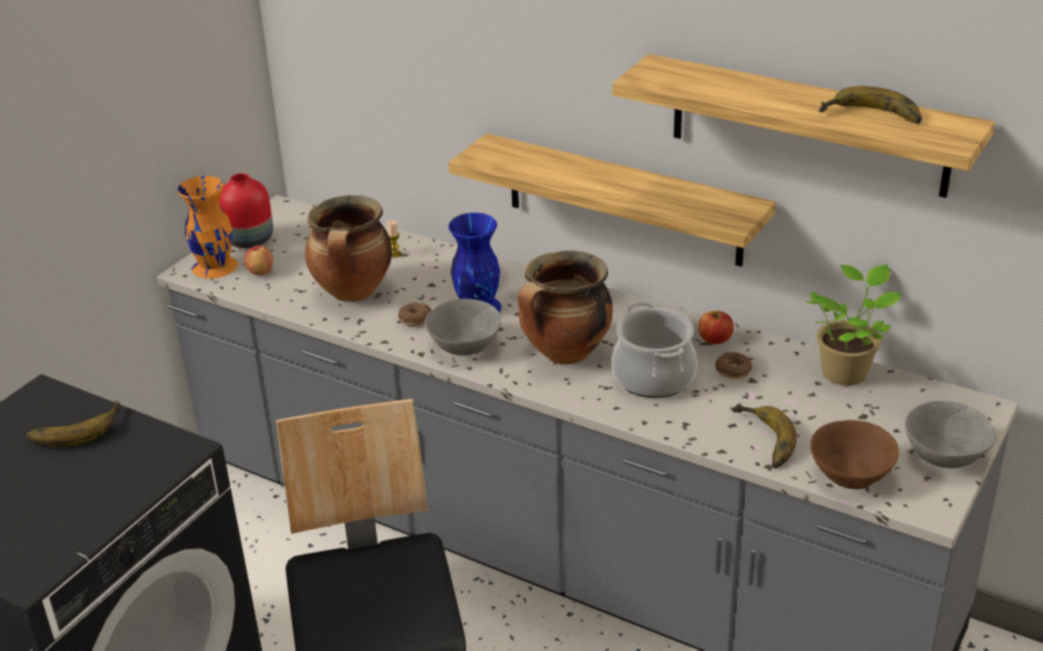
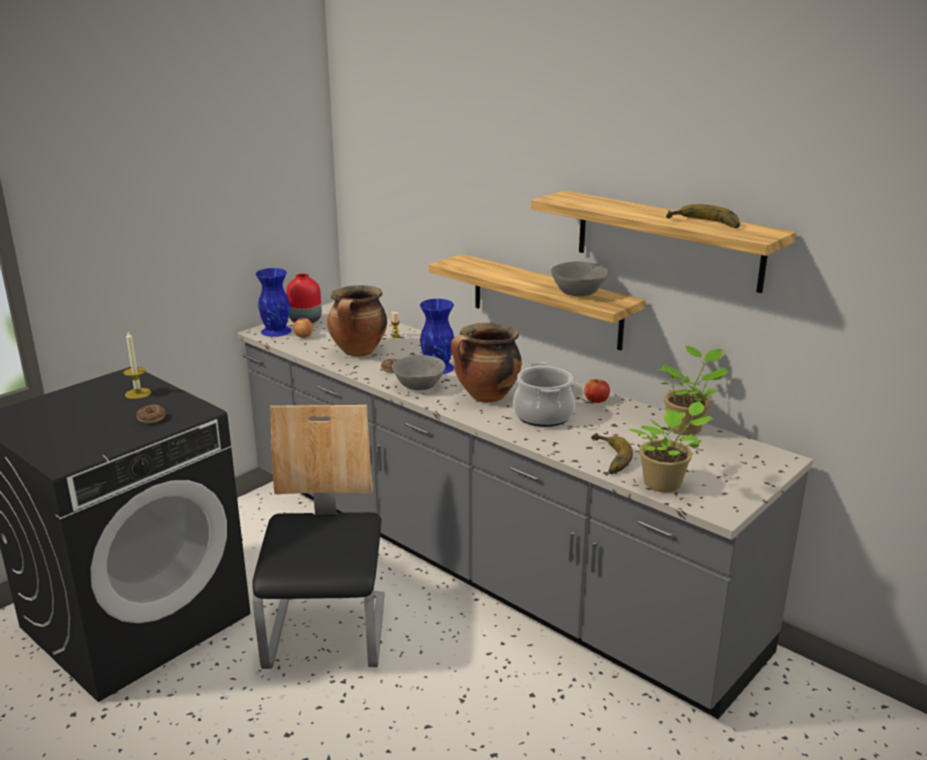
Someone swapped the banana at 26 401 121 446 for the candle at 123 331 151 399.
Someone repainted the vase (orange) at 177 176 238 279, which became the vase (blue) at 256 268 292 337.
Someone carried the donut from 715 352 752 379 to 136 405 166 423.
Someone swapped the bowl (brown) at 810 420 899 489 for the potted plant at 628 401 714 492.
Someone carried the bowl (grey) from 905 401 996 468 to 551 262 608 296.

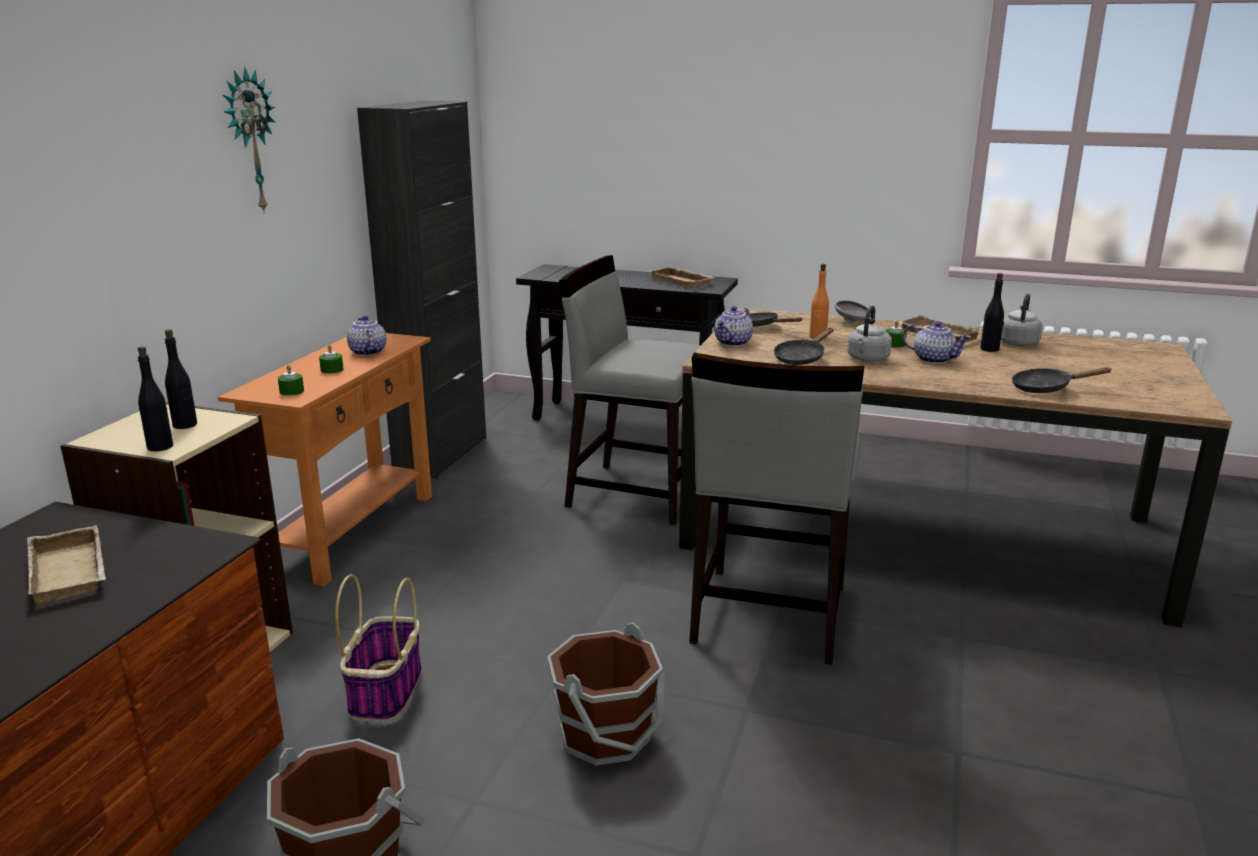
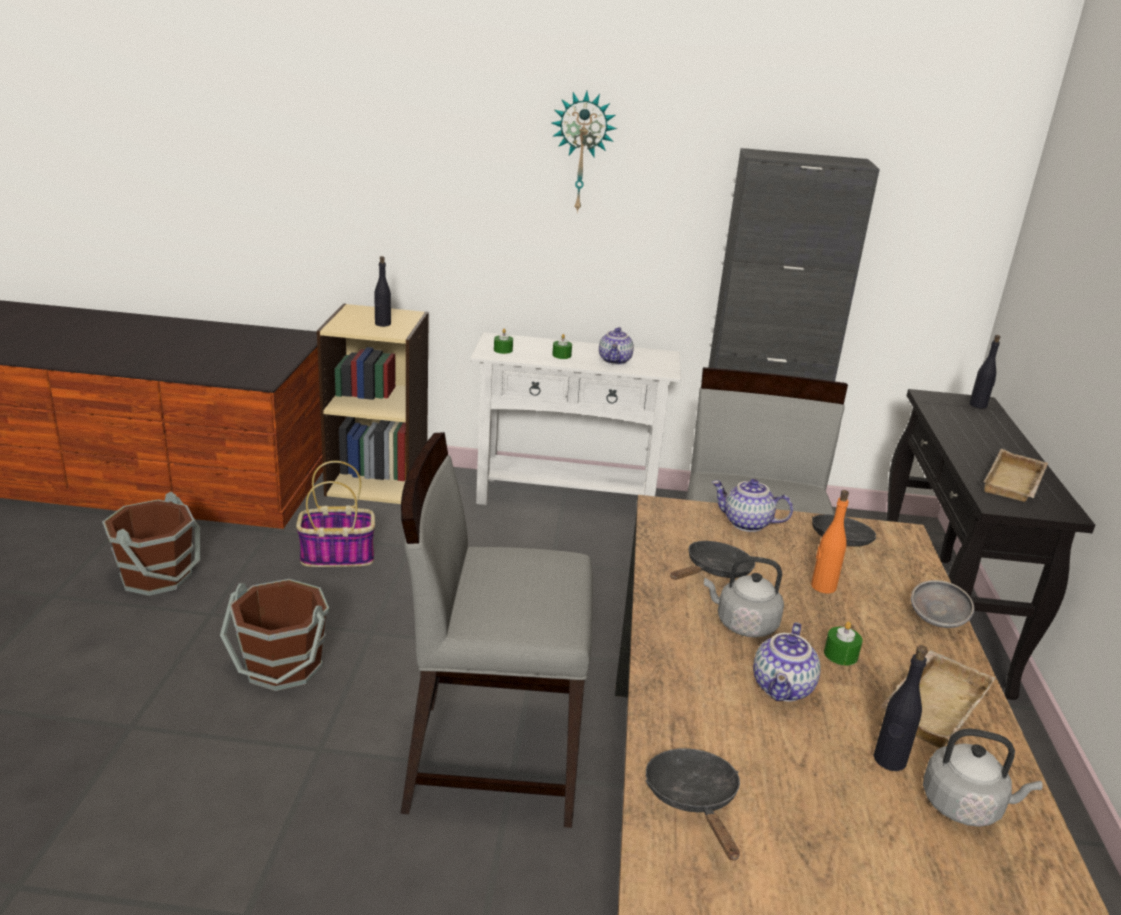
Someone took away the tray (beige) at 27 525 106 606.
Someone carried the bottle (black) from 138 346 173 451 to 969 335 1000 409.
Someone repainted the console table (orange) at 218 333 432 587, which became the console table (white) at 470 332 681 505.
Someone rotated the teapot at 347 316 386 356 by 135 degrees clockwise.
Someone rotated the frying pan (black) at 774 328 833 365 by 105 degrees clockwise.

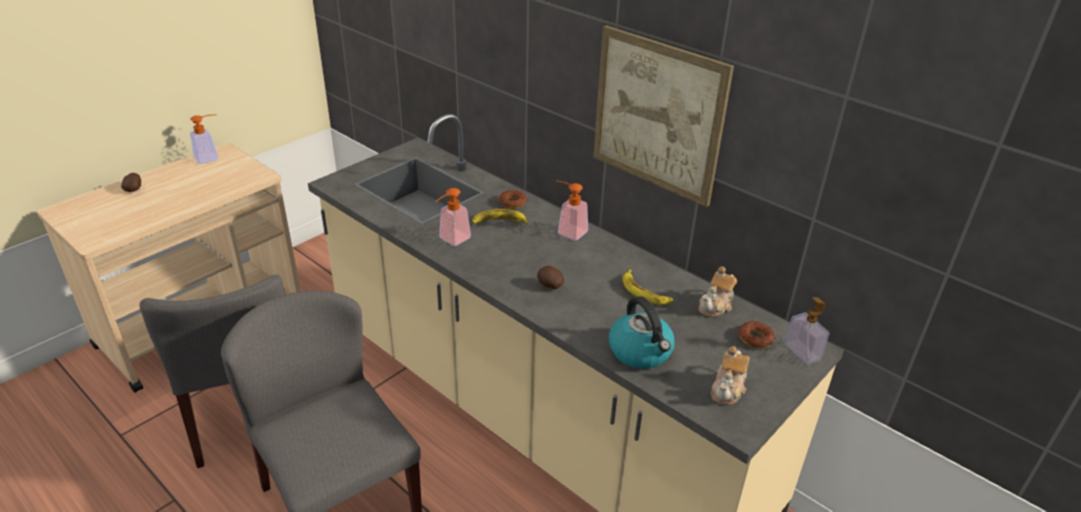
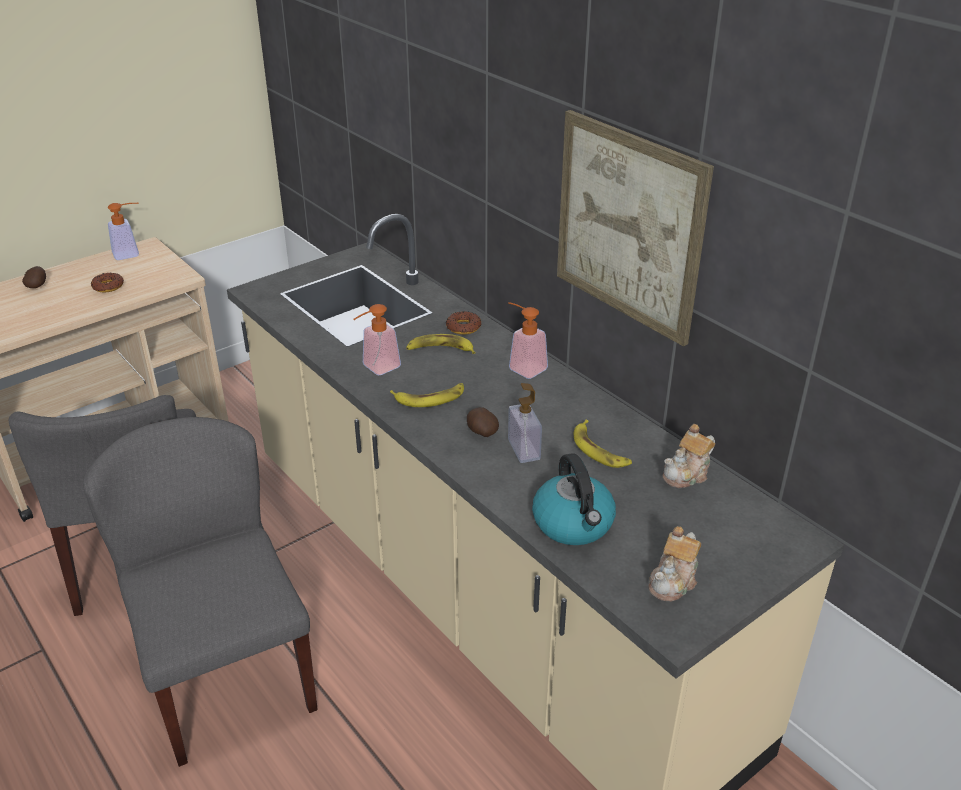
Someone carried the donut from 737 321 775 348 to 91 273 124 293.
Someone carried the soap dispenser from 784 297 829 365 to 508 383 542 463.
Someone put down the banana at 390 383 464 407.

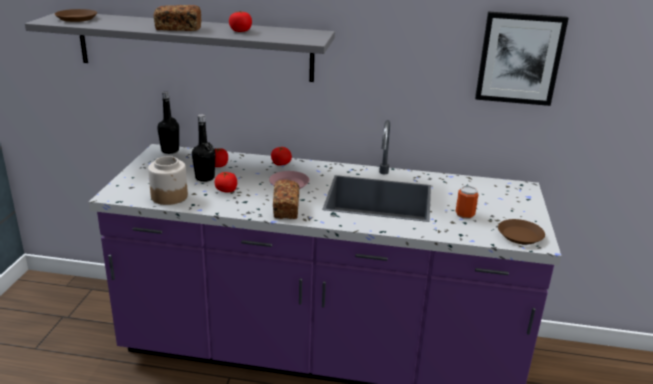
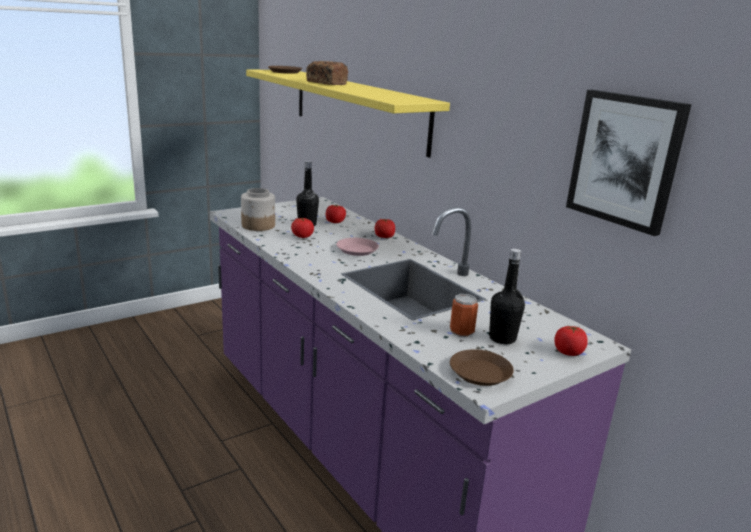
Someone repainted the shelf (grey) at 25 13 335 82, which became the shelf (yellow) at 246 70 450 158.
Someone carried the bottle (black) from 157 91 179 154 to 489 248 525 344.
Someone carried the tomato from 229 11 252 32 to 554 326 588 356.
Someone took away the bread at 273 179 299 219.

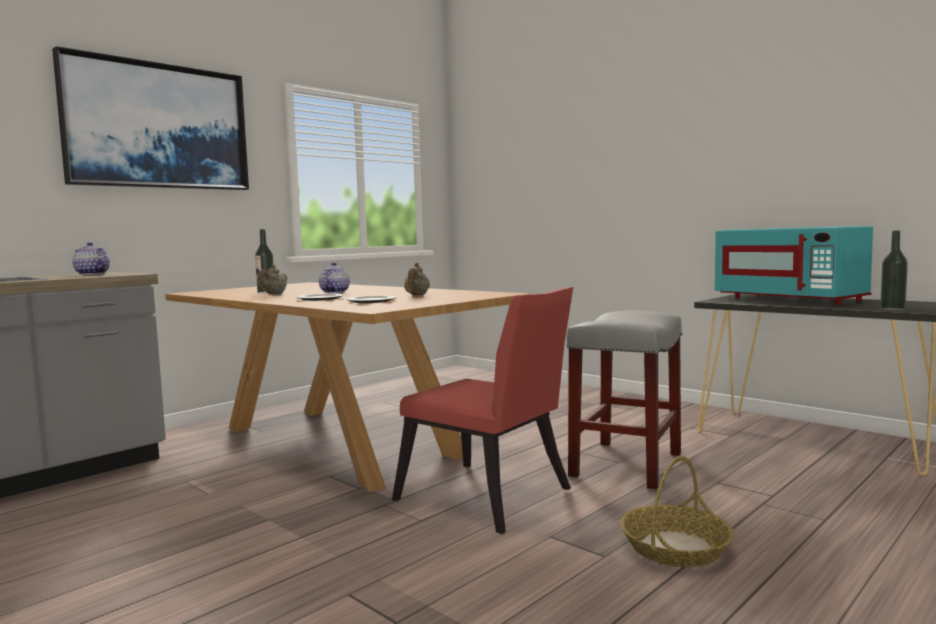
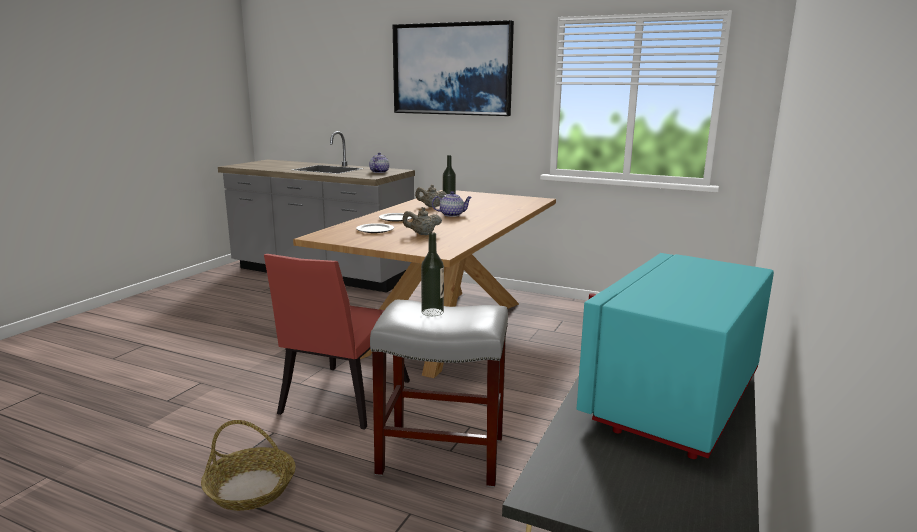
Someone carried the bottle from 880 230 908 311 to 421 232 444 316.

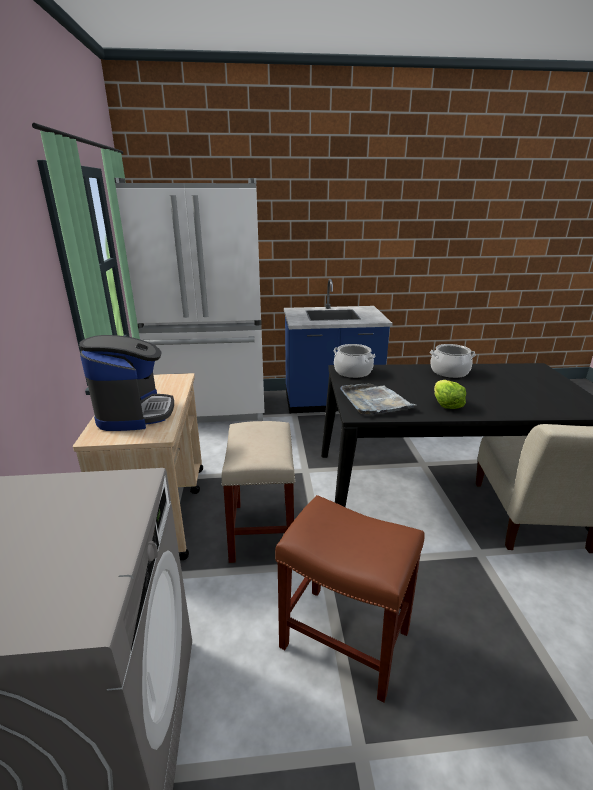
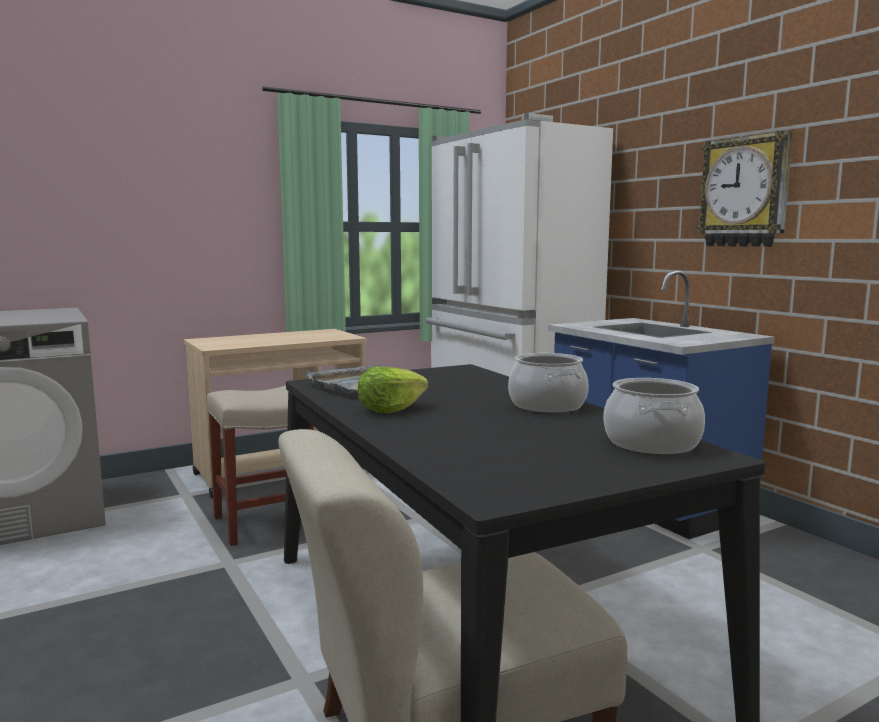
Someone took away the coffee machine at 79 335 174 431.
Someone took away the stool (brown) at 275 495 425 703.
Someone carried the cooking pot from 333 344 376 378 to 604 378 705 454.
Someone put up the wall clock at 696 131 793 247.

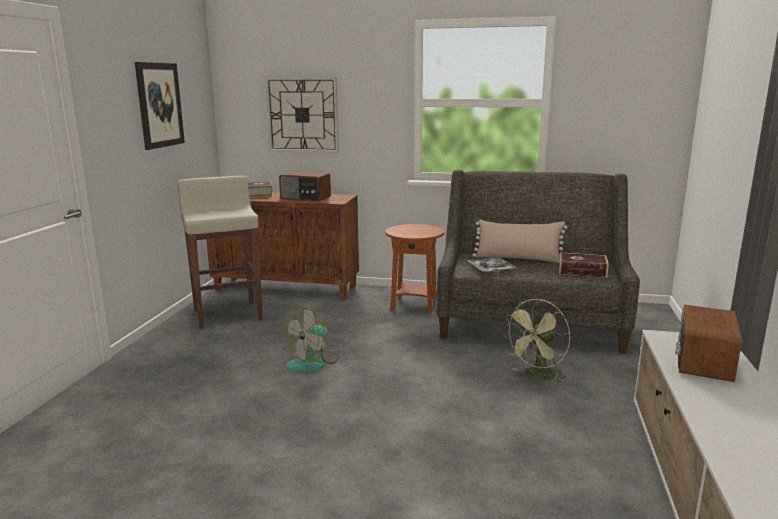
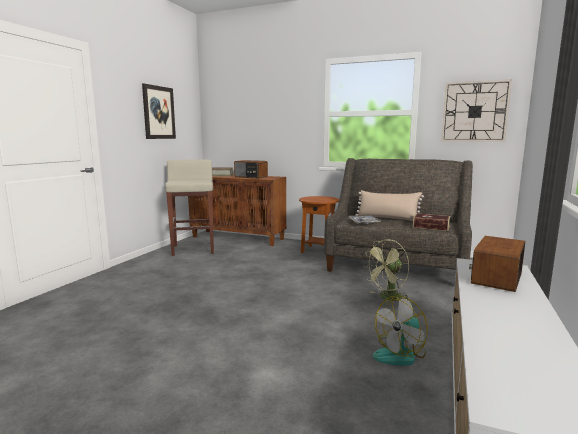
Someone carried the wall clock from 265 77 339 153 to 441 79 512 142.
Someone carried the fan from 285 307 339 372 to 373 295 428 366.

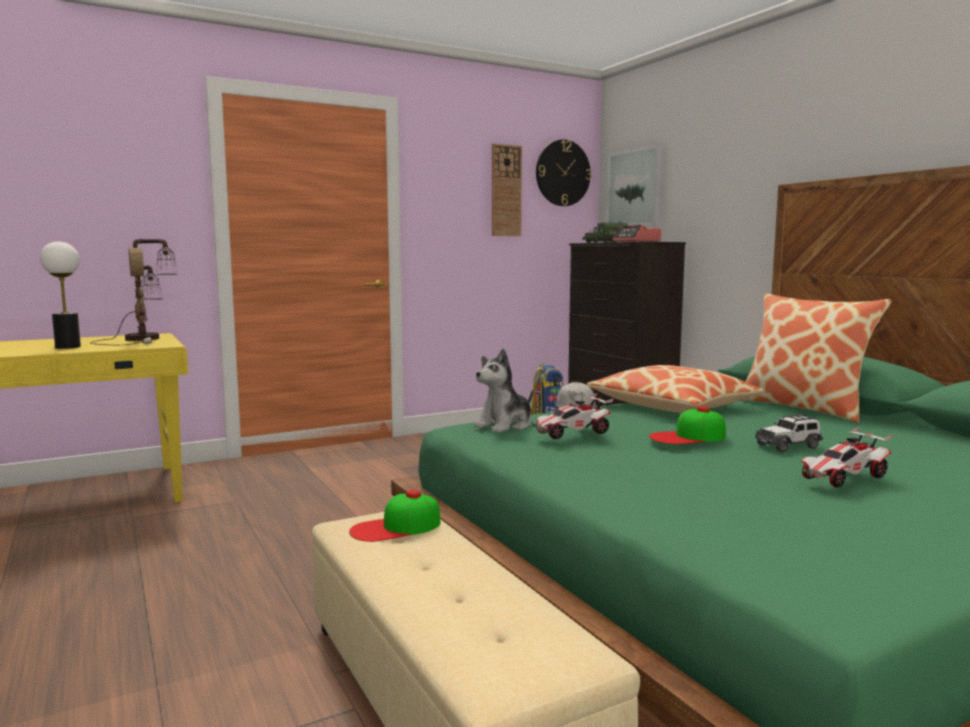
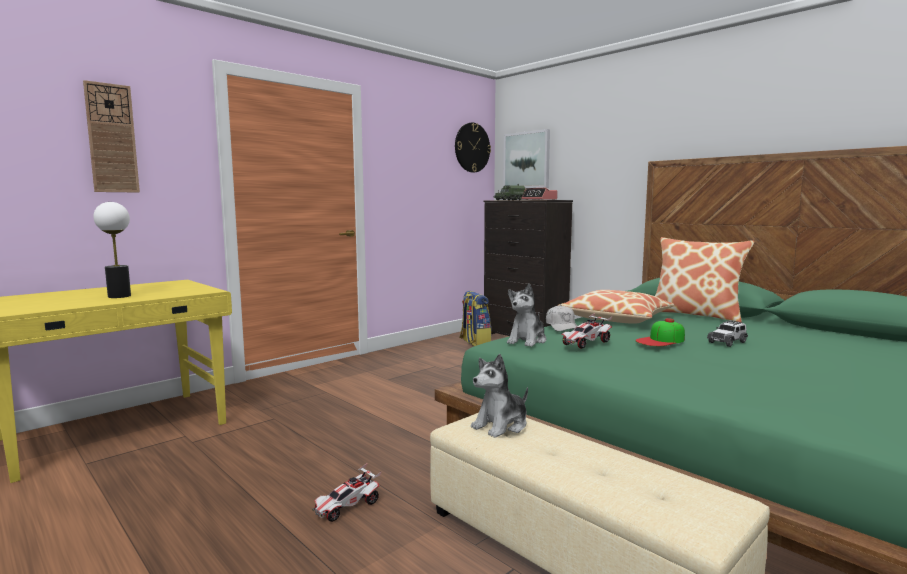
Someone took away the table lamp at 91 239 178 345.
Someone swapped the cap at 349 490 441 542 for the plush toy at 471 354 528 438.
Someone carried the wall clock from 492 144 522 236 to 83 80 140 193.
Someone carried the toy car from 801 427 893 488 to 312 464 381 522.

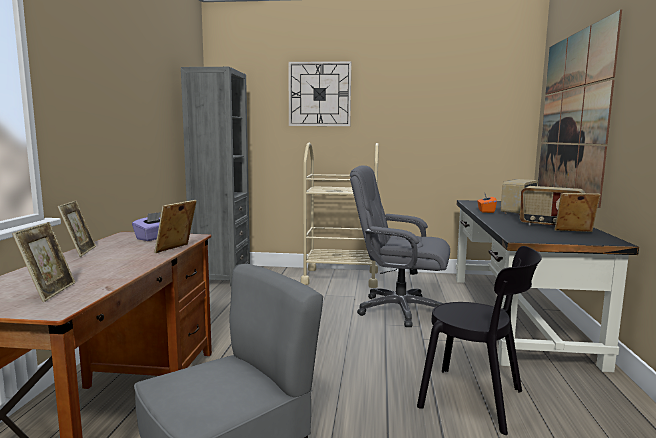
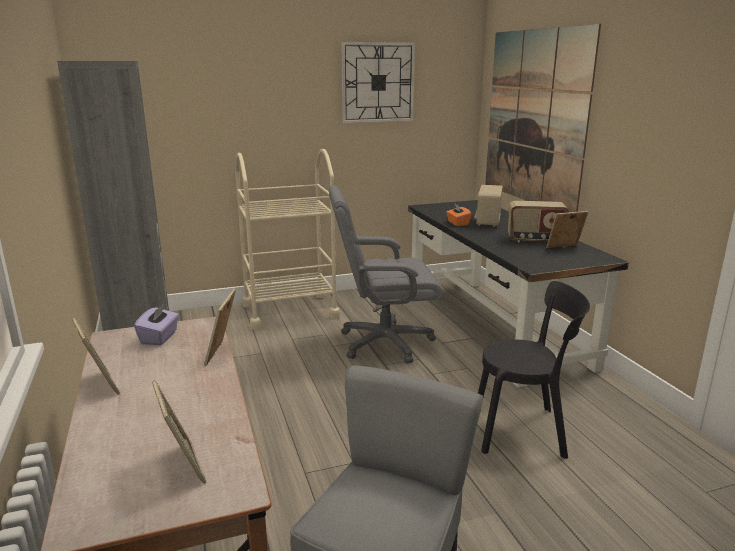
Someone carried the wall clock from 288 61 351 126 to 341 42 415 123.

